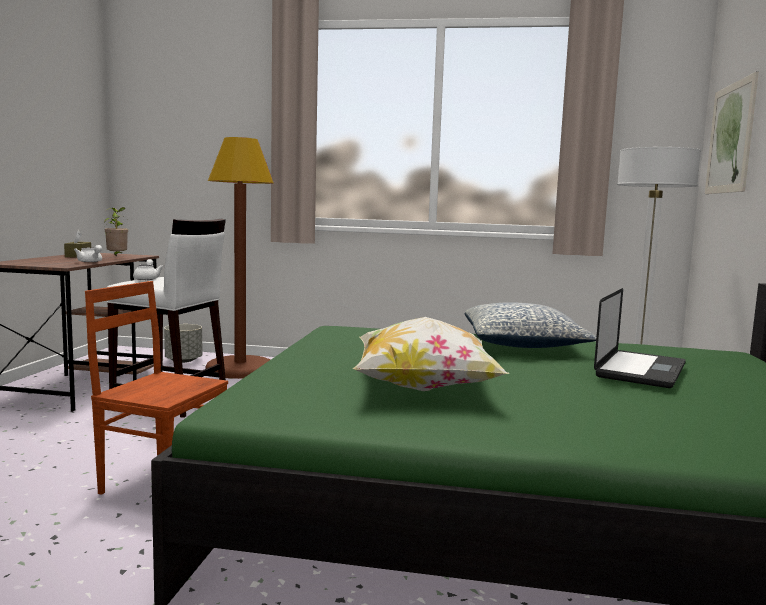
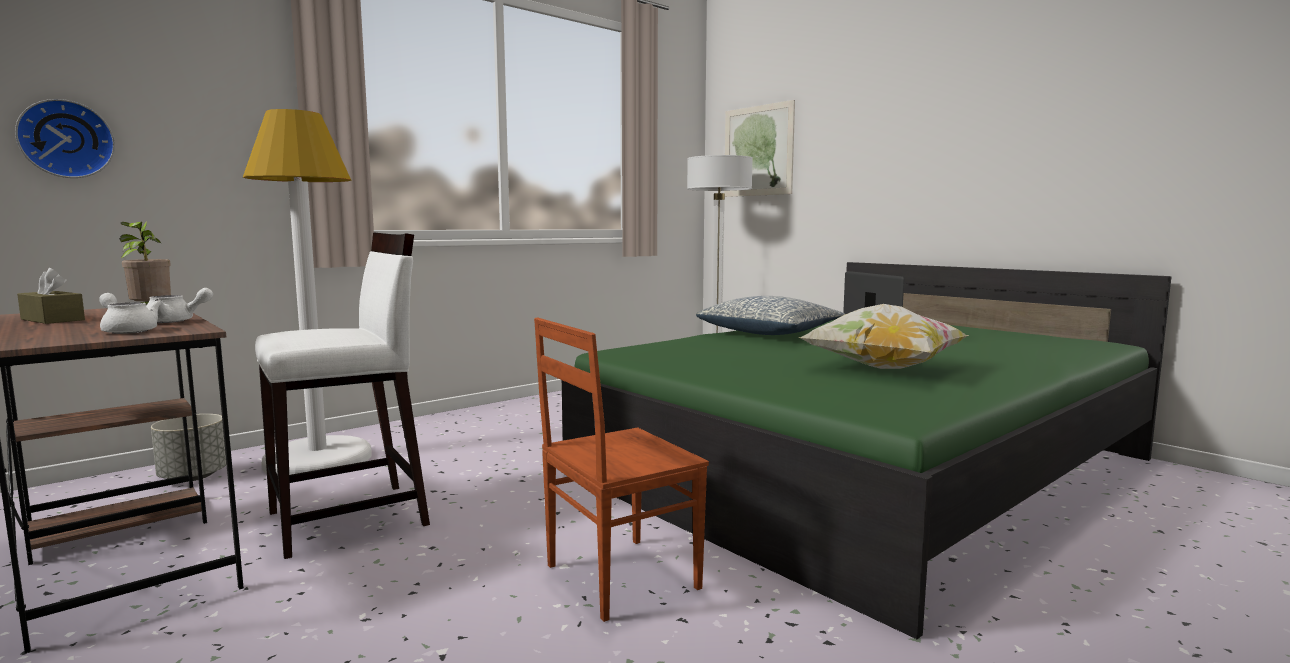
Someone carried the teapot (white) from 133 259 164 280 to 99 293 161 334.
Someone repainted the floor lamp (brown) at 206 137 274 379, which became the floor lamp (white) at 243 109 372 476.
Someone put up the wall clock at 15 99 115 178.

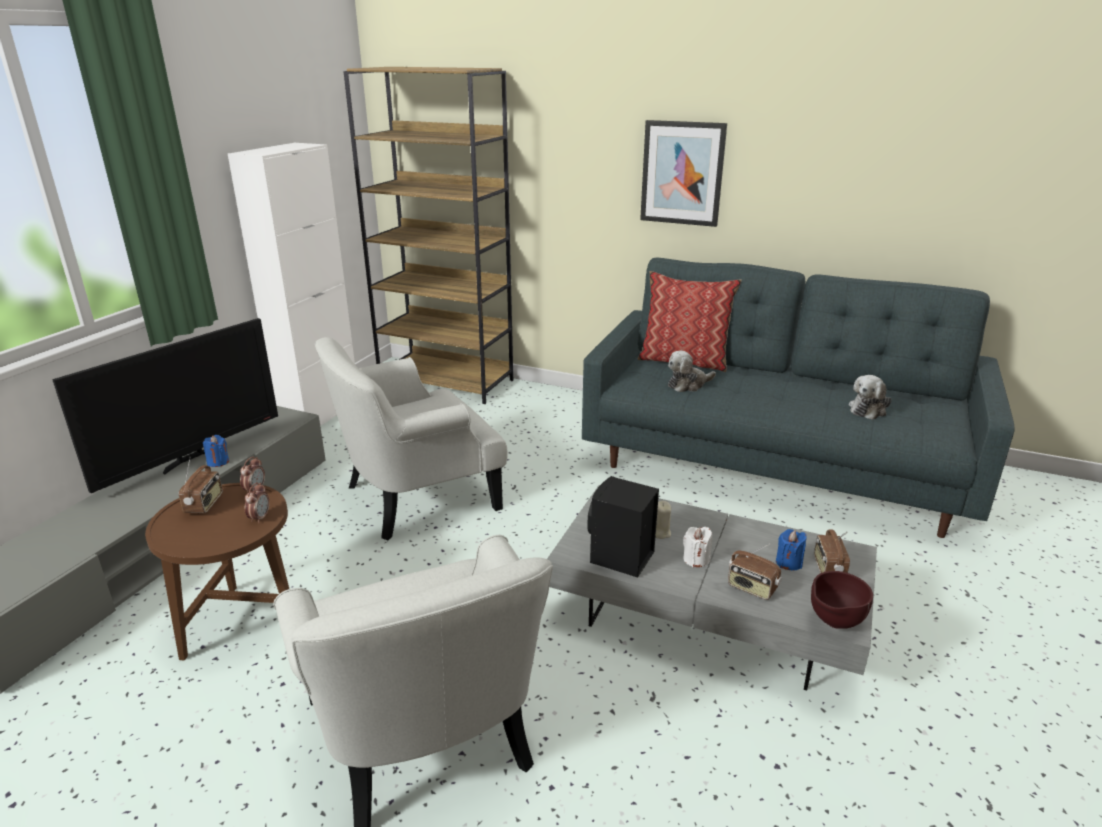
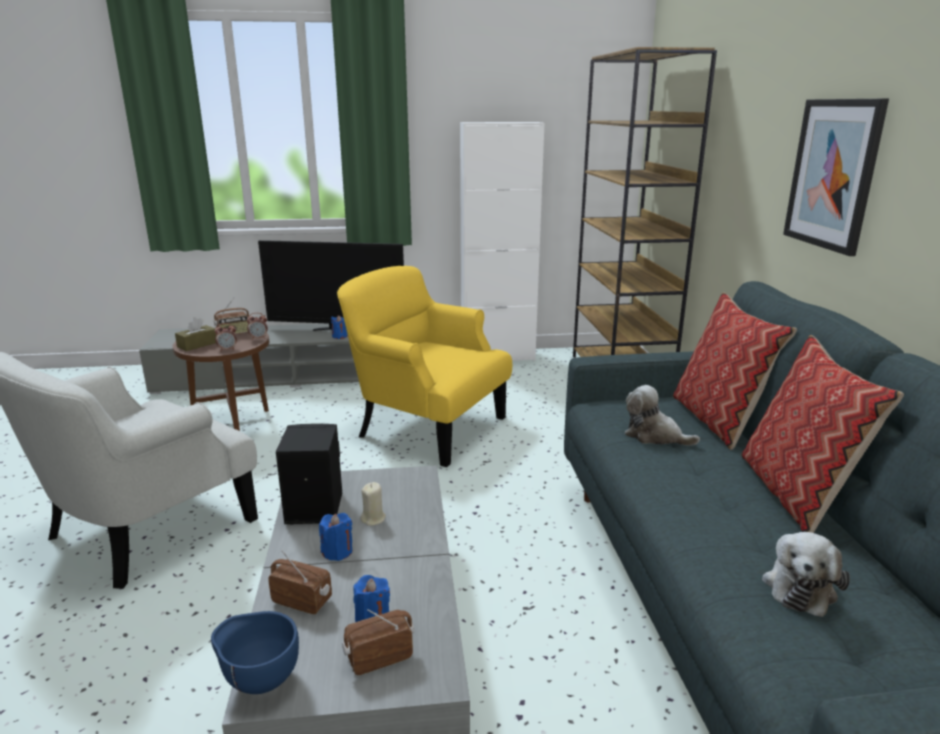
Someone repainted the armchair (white) at 314 337 508 541, which became the armchair (yellow) at 337 266 512 467.
Someone repainted the candle (white) at 683 527 712 567, which became the candle (blue) at 319 513 352 561.
Someone rotated the radio at 728 544 782 600 by 105 degrees clockwise.
Someone repainted the bowl (brown) at 811 571 873 629, which became the bowl (blue) at 211 611 299 694.
Someone rotated the plush toy at 849 375 892 420 by 75 degrees counterclockwise.
Someone put down the tissue box (brown) at 175 317 216 351.
Someone put down the pillow at 741 335 904 533.

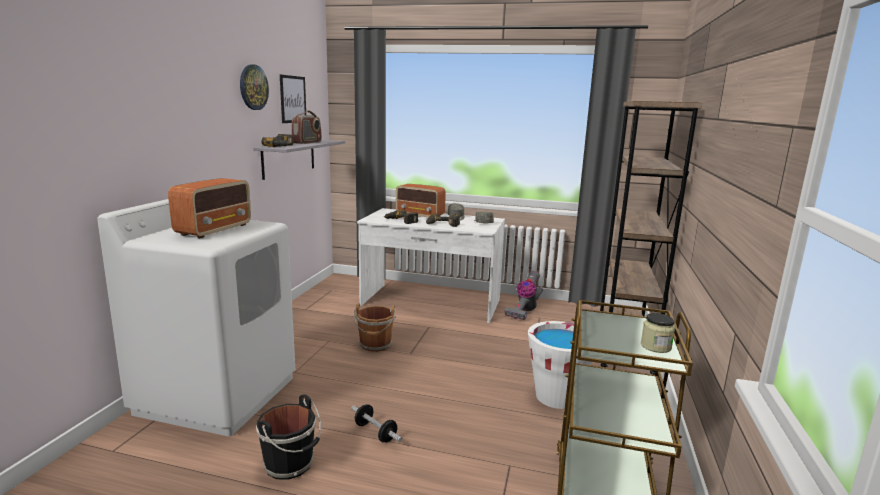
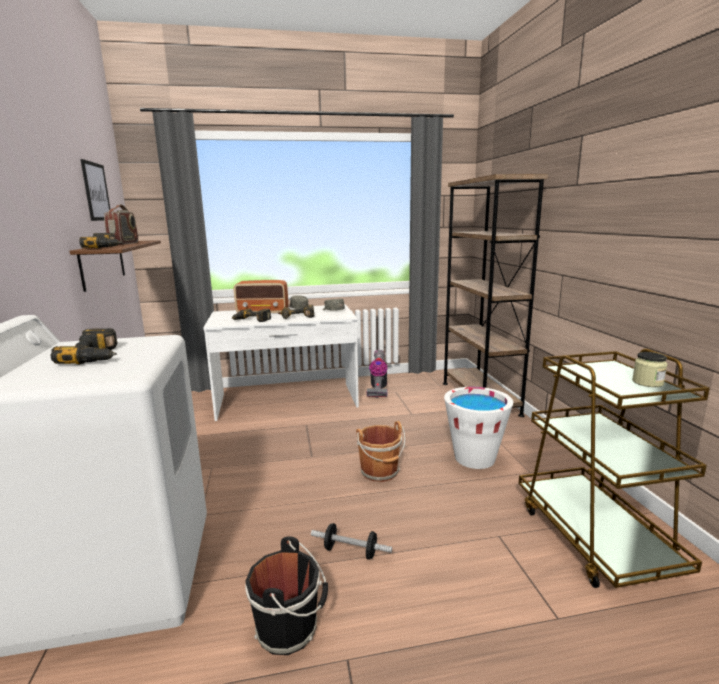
Someone swapped the radio at 168 178 251 238 for the power drill at 50 328 118 365.
Someone took away the wall clock at 240 64 269 110.
Someone repainted the shelf (grey) at 253 140 345 180, which became the shelf (brown) at 70 240 161 292.
Someone carried the bucket (brown) from 354 303 396 352 to 356 421 405 482.

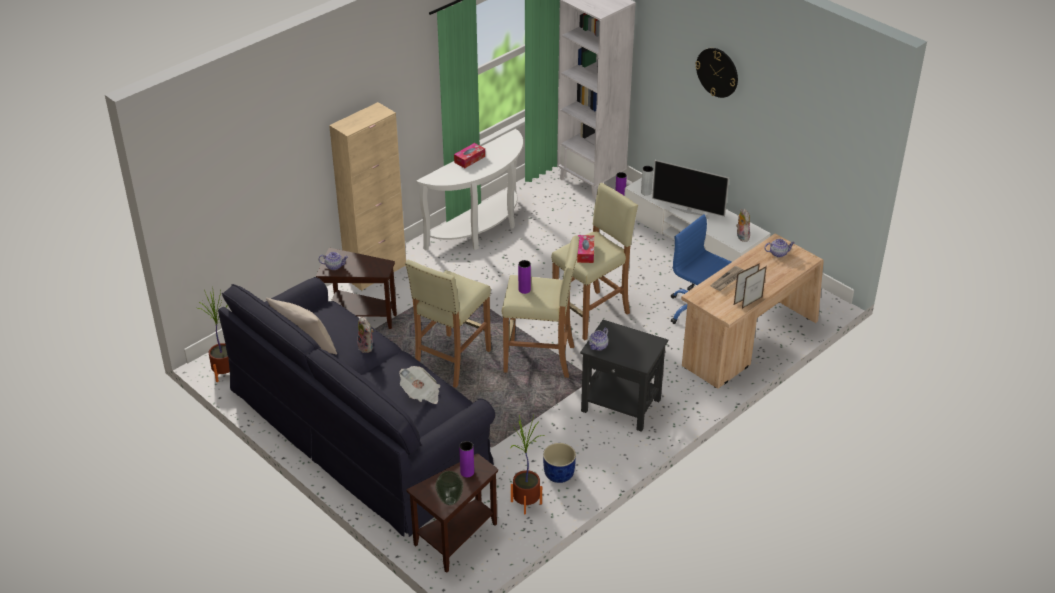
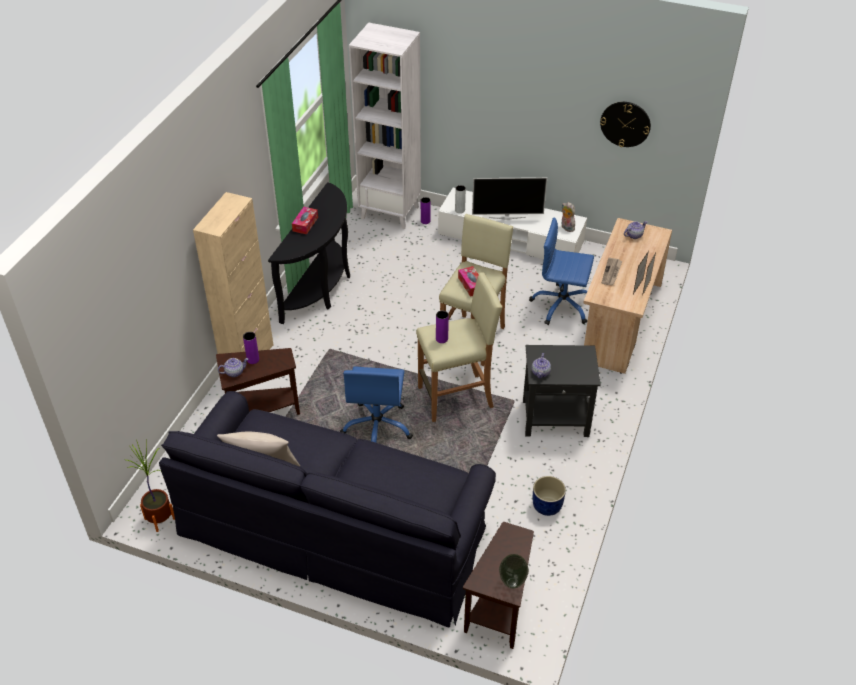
Someone took away the plush toy at 357 316 373 353.
Someone took away the newspaper at 399 366 440 404.
Someone swapped the stool (beige) at 405 260 491 388 for the office chair (blue) at 340 366 413 443.
Someone repainted the console table (white) at 416 129 523 251, which became the console table (black) at 268 182 350 324.
Someone carried the vase (purple) from 459 441 474 477 to 243 332 259 364.
Someone took away the potted plant at 510 415 544 514.
Someone carried the wall clock from 695 48 738 98 to 600 102 651 147.

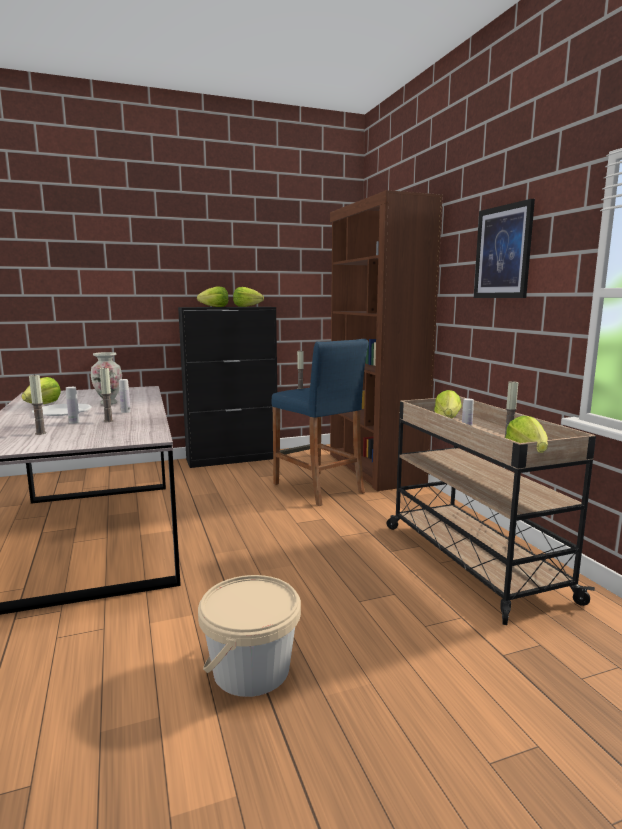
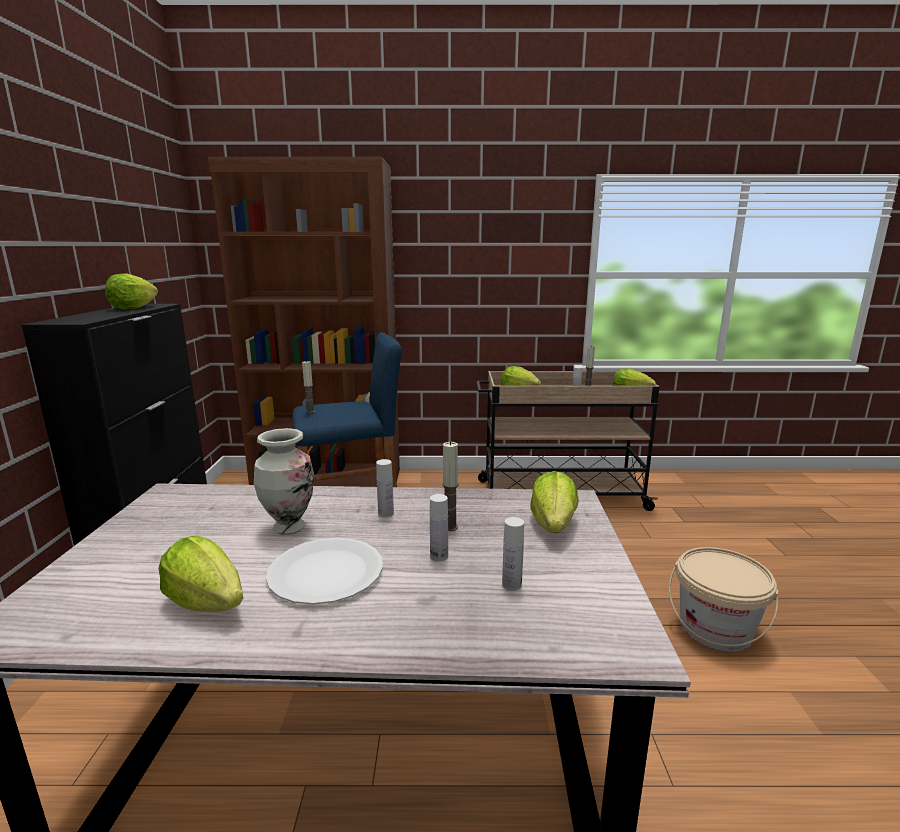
Someone swapped the candle at 29 375 46 435 for the bottle (white) at 502 517 524 591.
Someone carried the lettuce from 197 287 228 307 to 530 471 579 533.
Someone took away the picture at 474 199 535 298.

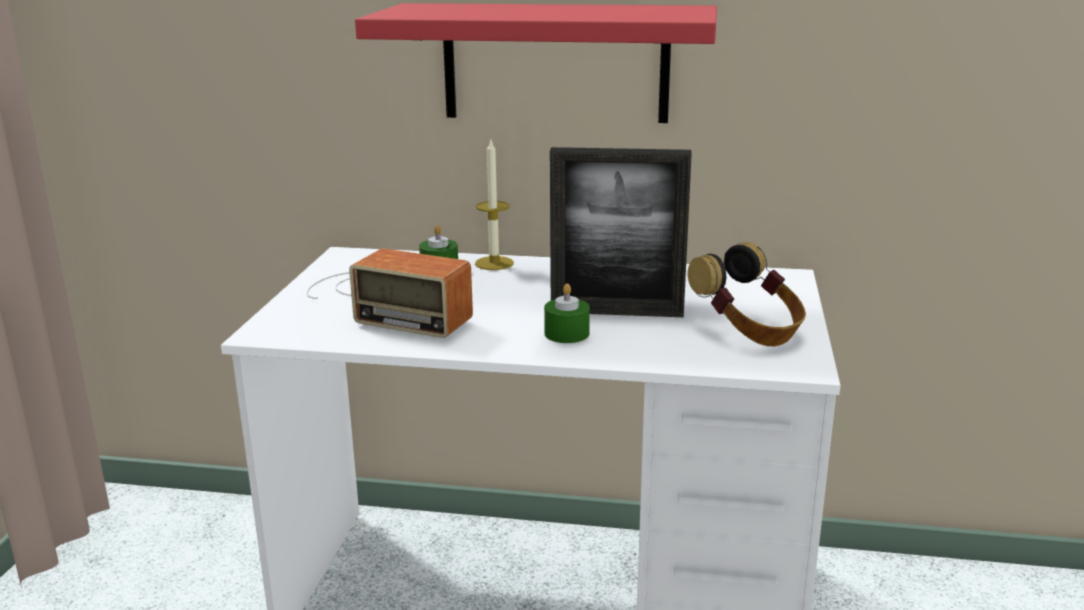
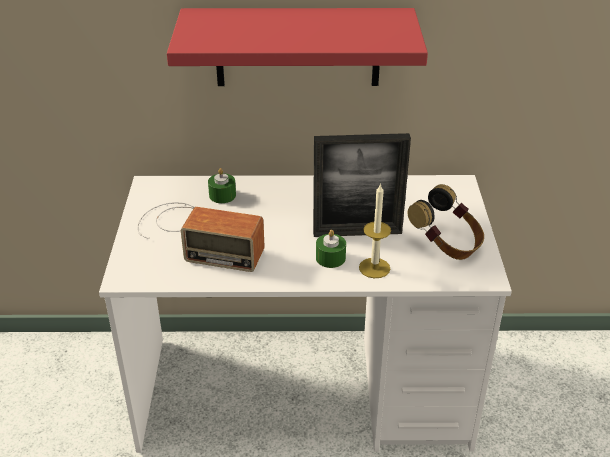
Someone carried the candle from 475 140 514 270 to 359 183 391 278.

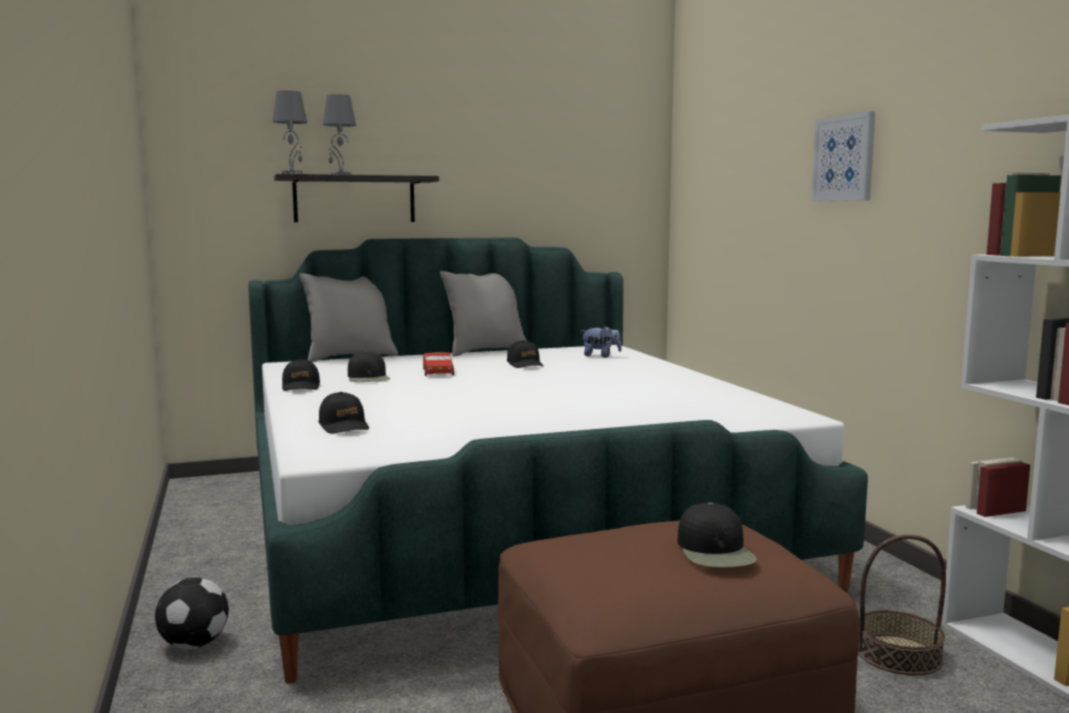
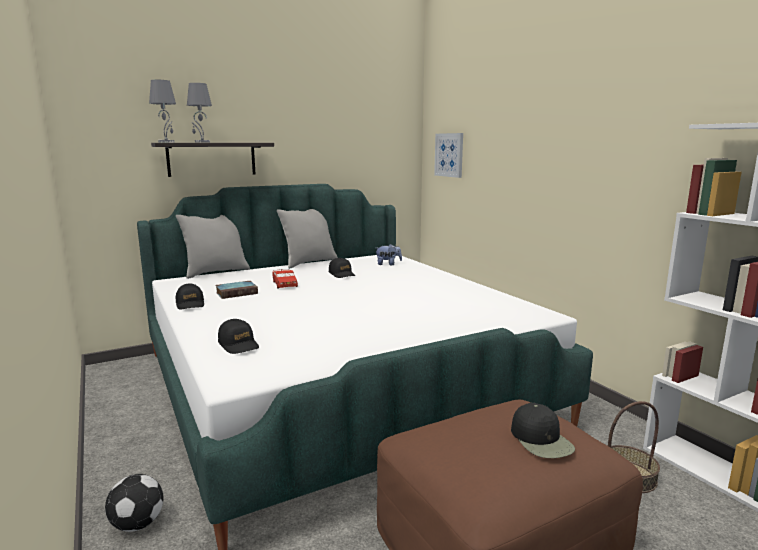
Someone swapped the cap (black) at 348 351 390 382 for the book at 216 281 258 299.
Someone carried the picture from 811 111 875 201 to 434 133 463 178.

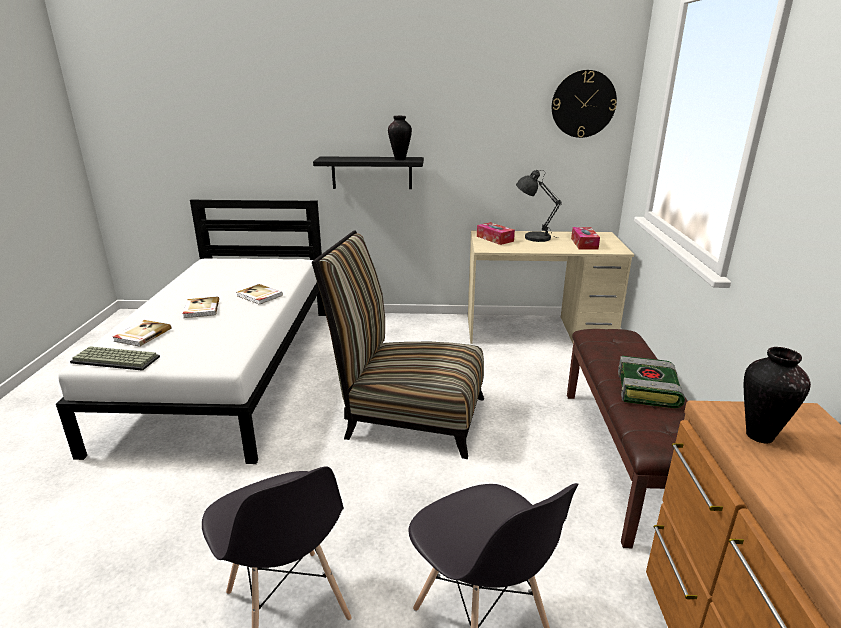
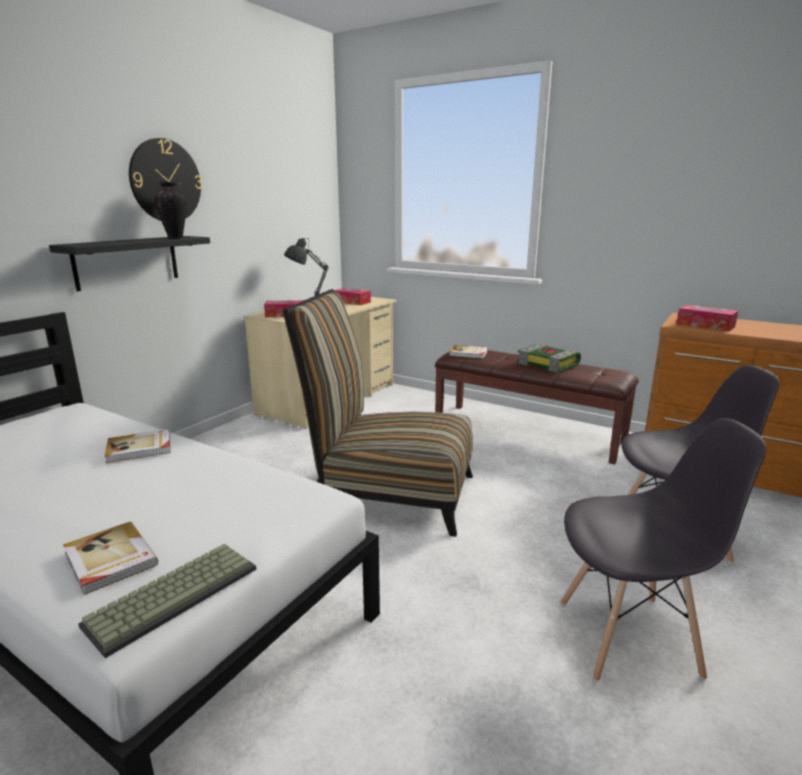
Someone carried the book from 183 296 219 318 to 449 345 488 359.
Someone rotated the chair at 312 230 484 459 by 60 degrees clockwise.
Someone carried the wall clock from 552 70 617 138 to 129 138 202 221.
Someone swapped the vase at 744 347 811 443 for the tissue box at 676 305 738 332.

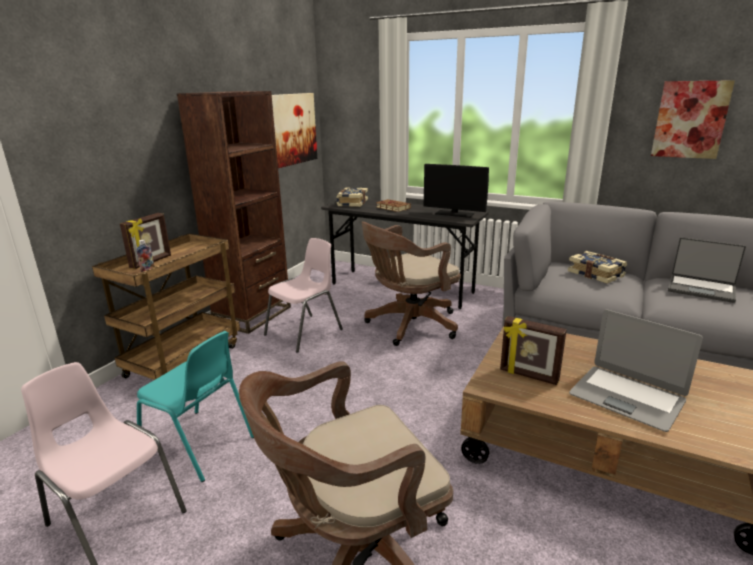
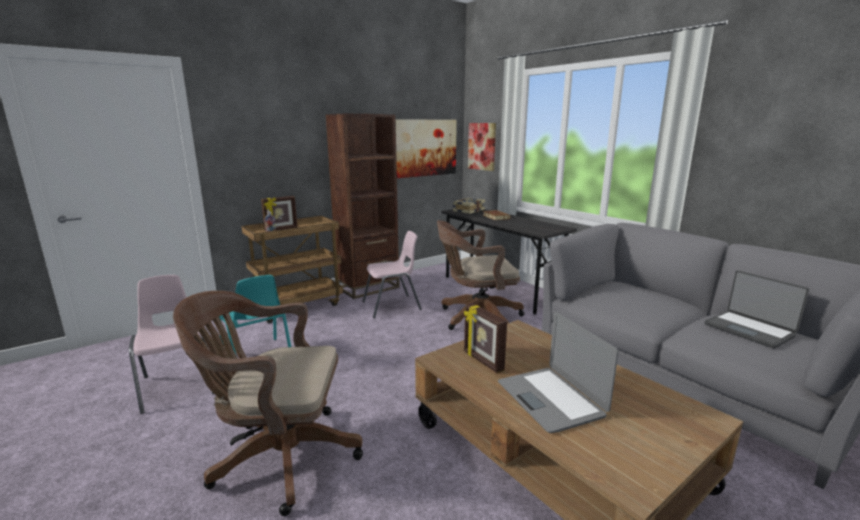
Someone took away the monitor at 424 164 489 218.
Someone took away the book at 568 251 627 284.
Someone carried the picture from 651 80 735 159 to 468 123 496 171.

